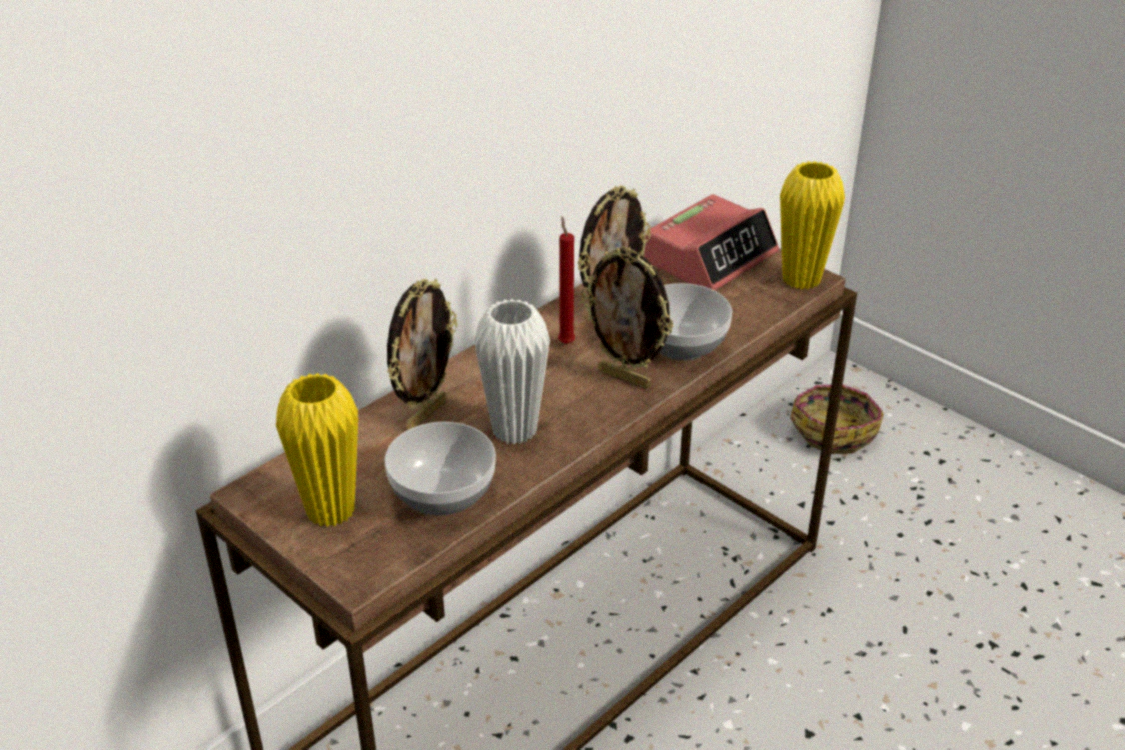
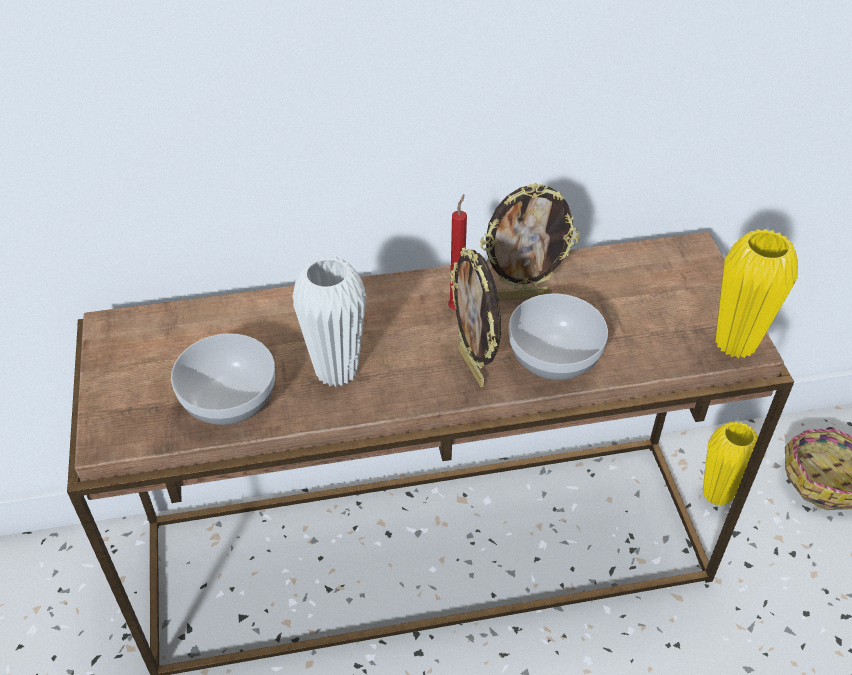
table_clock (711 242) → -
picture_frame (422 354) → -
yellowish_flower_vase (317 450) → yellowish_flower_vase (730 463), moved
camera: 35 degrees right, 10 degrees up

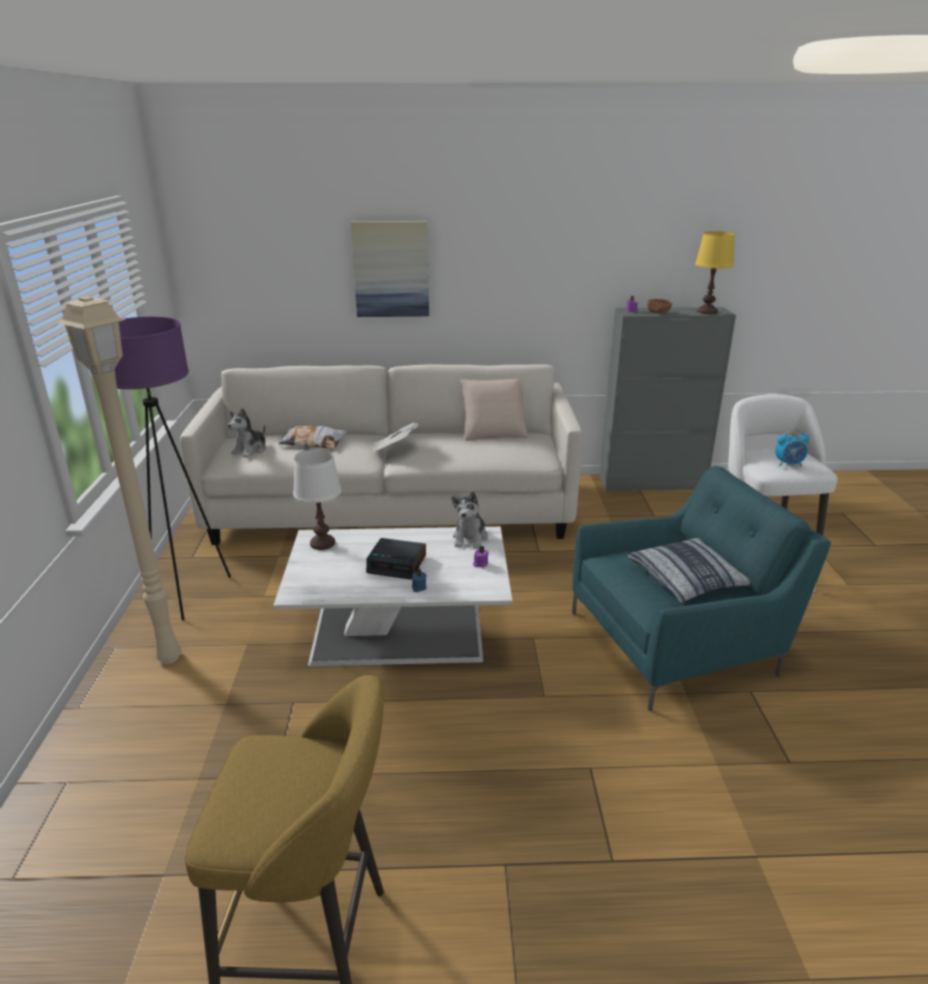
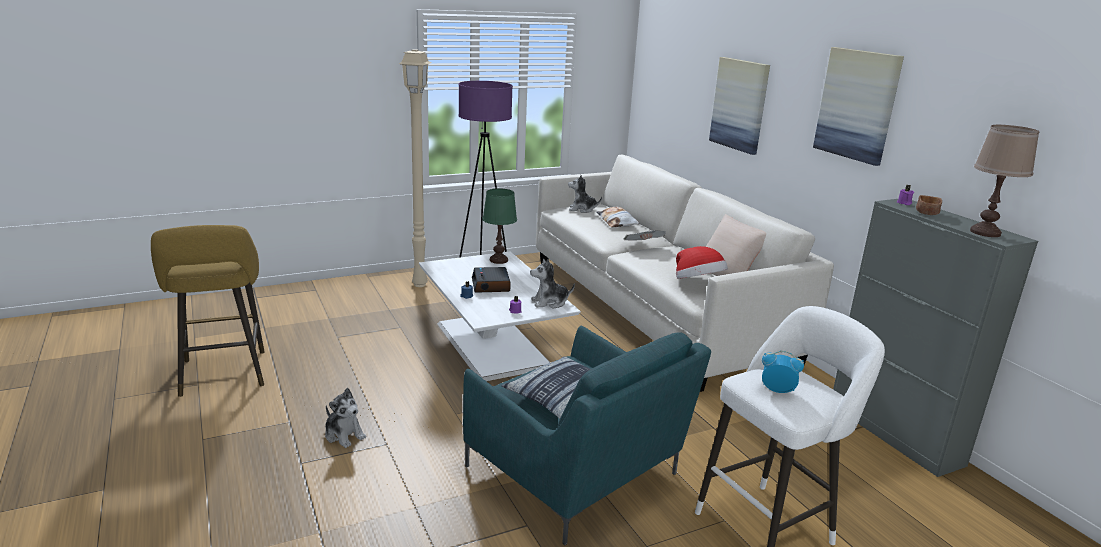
yellowish_tabletop_lamp (715 273) → brown_tabletop_lamp (1004 181)
table_clock (792 448) → table_clock (783 372), 135 degrees clockwise
white_tabletop_lamp (317 499) → green-coloured_tabletop_lamp (499 226)
- → wall_picture (858 106)
- → wearable_hat (702 262)
- → cuddly_toy (345 418)
camera: 65 degrees right, 5 degrees down

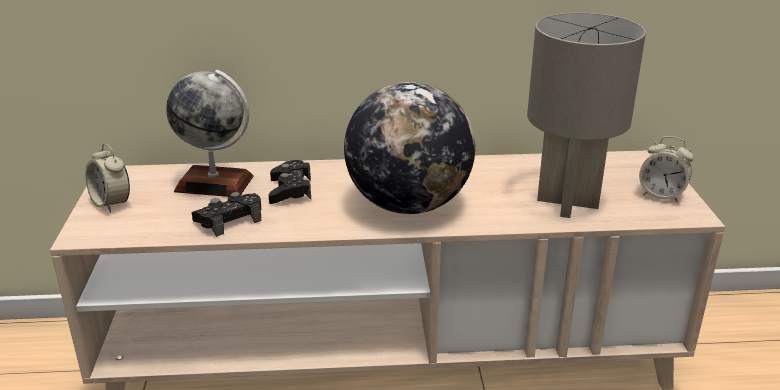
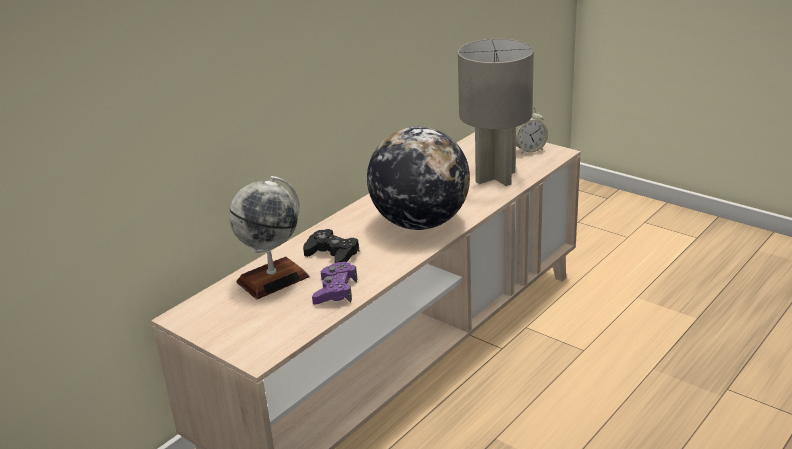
table_clock (107 178) → -
black-coloured_gamepad (226 214) → purple_gamepad (334 283)
camera: 45 degrees left, 0 degrees up

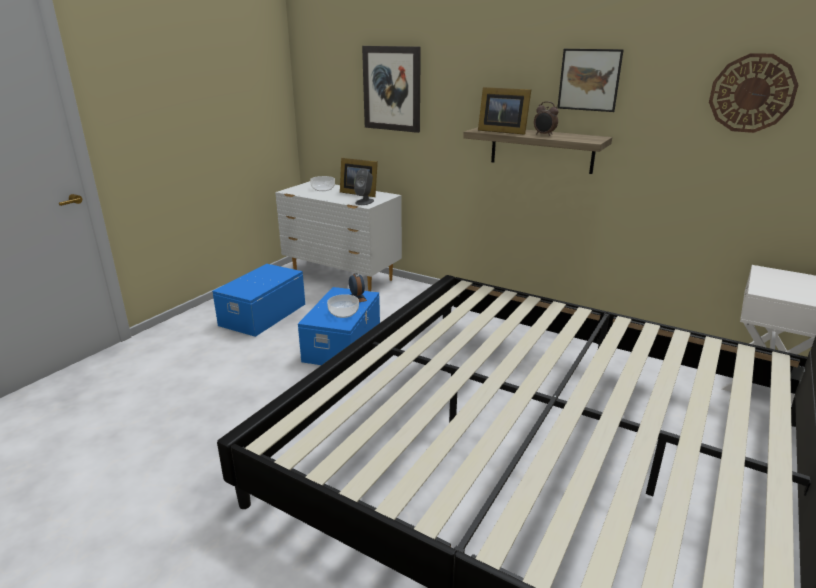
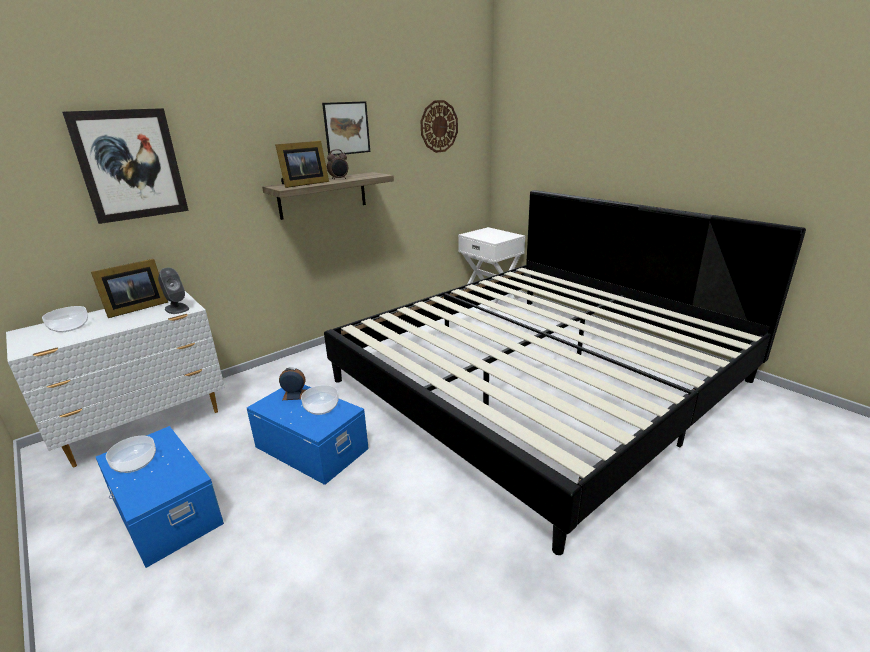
- → deep_dish (131 454)
camera: 70 degrees left, 0 degrees up

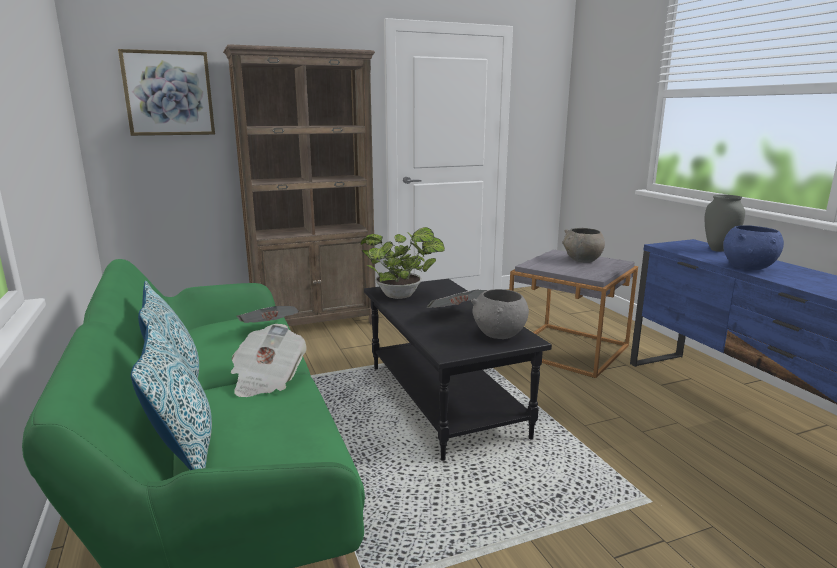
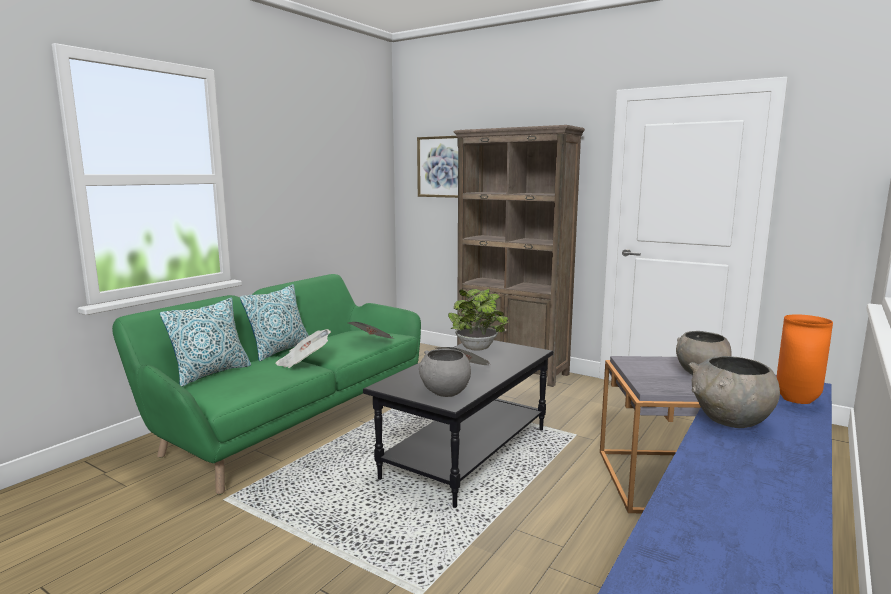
grey_flower_vase (725 223) → orange-coloured_flower_vase (804 359)
blue-coloured_deep_dish (753 247) → grey_deep_dish (734 392)
camera: 55 degrees right, 5 degrees down

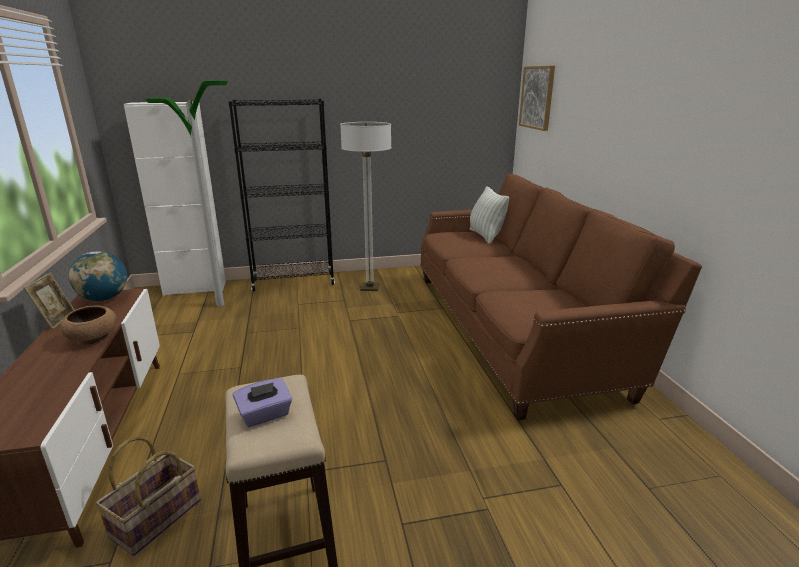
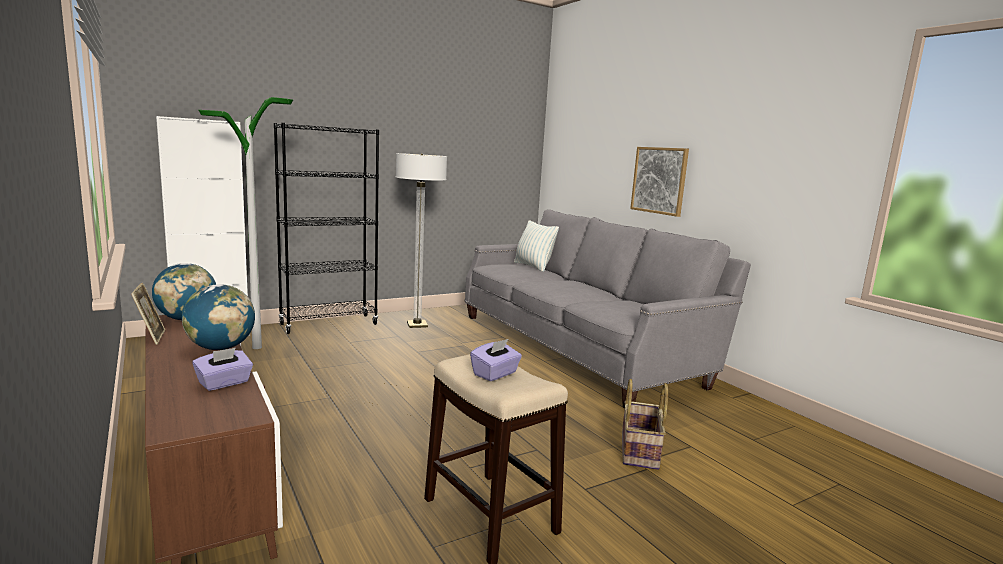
wall_picture (537 98) → wall_picture (659 182), moved
brown_couch (561 297) → grey_couch (608 308)
brown_deep_dish (89 325) → world_globe (218 317)
storage_basket (148 496) → storage_basket (645 424), moved
- → purple_tissue_box (222 369)
camera: 20 degrees left, 10 degrees down

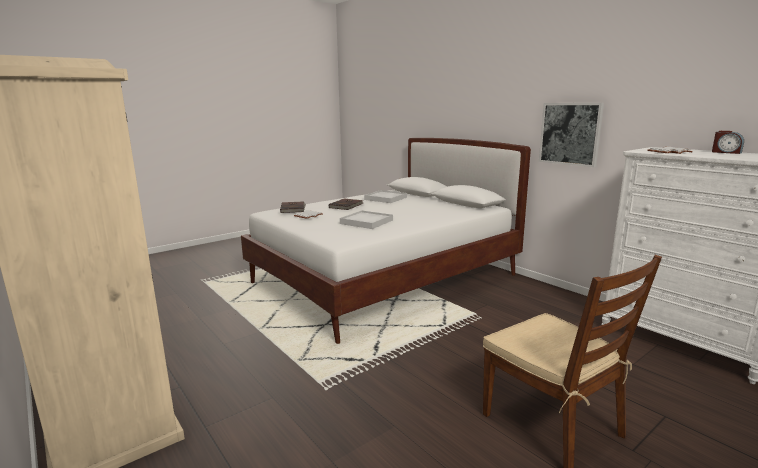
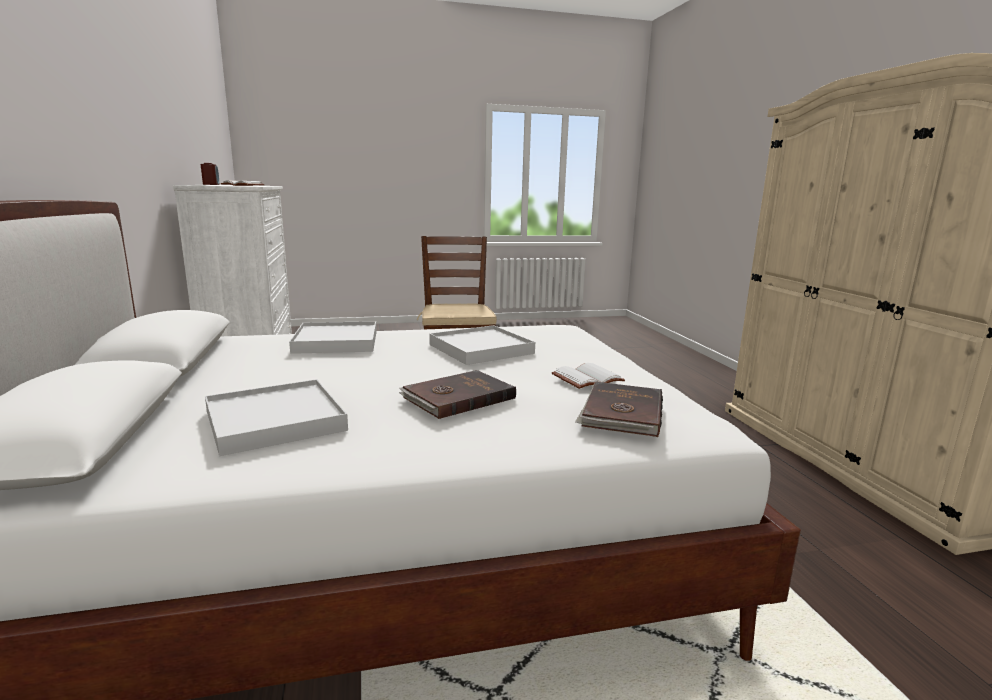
wall_picture (571 135) → -
- → white_serving_tray (333 337)
camera: 155 degrees left, 0 degrees up

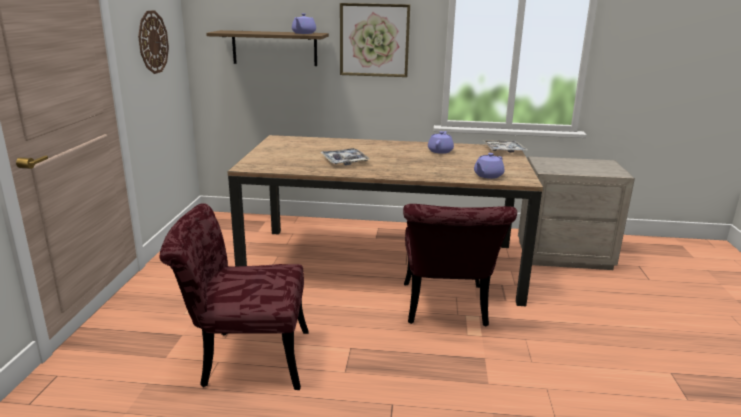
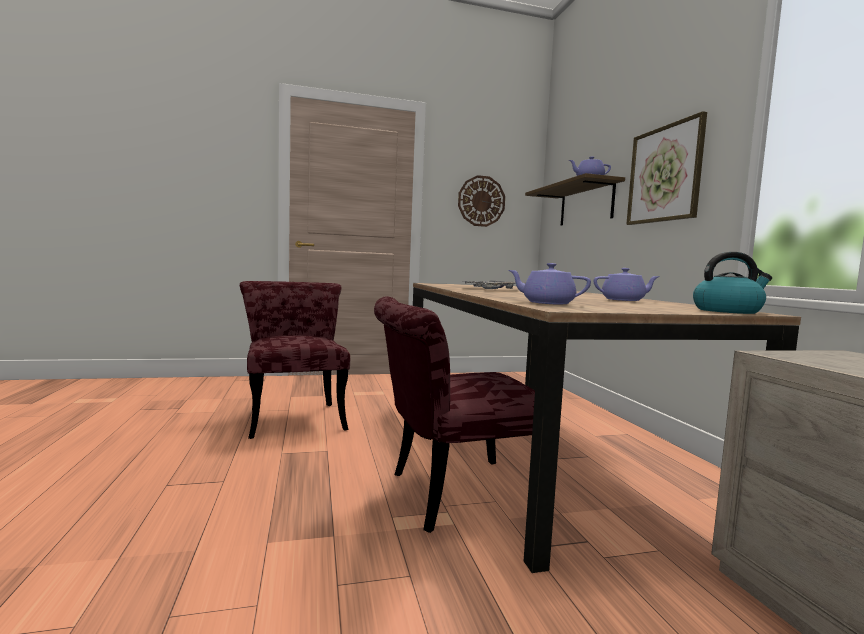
serving_tray (505 146) → tea_kettle (732 283)
camera: 70 degrees right, 15 degrees down

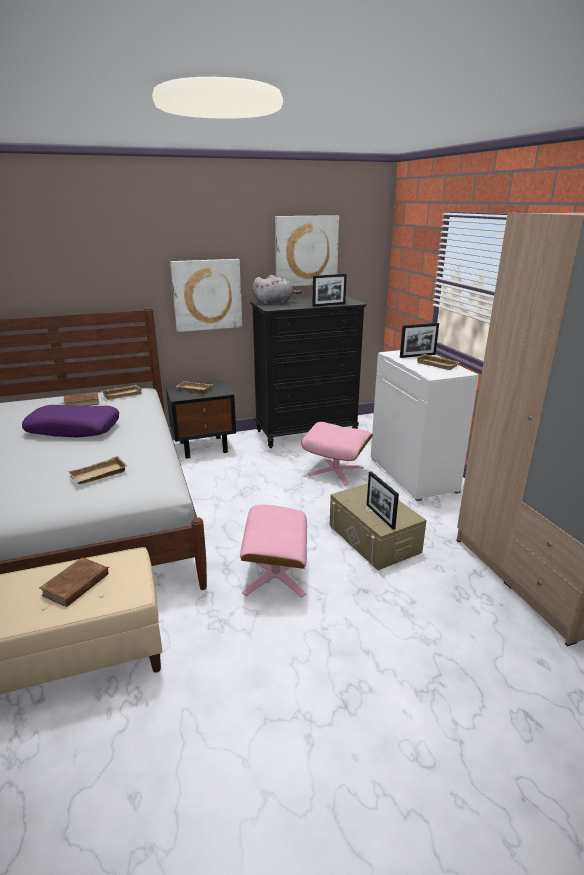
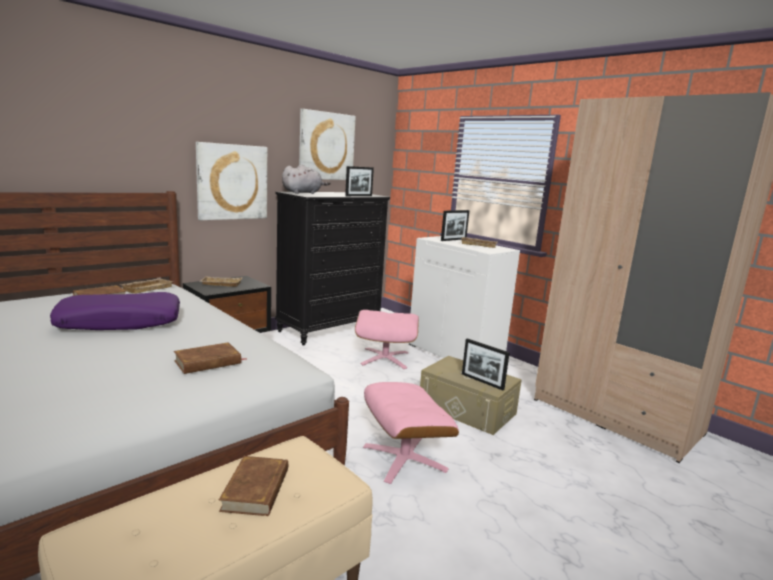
beige_serving_tray (97 470) → brown_volume (210 358)
camera: 25 degrees left, 10 degrees down

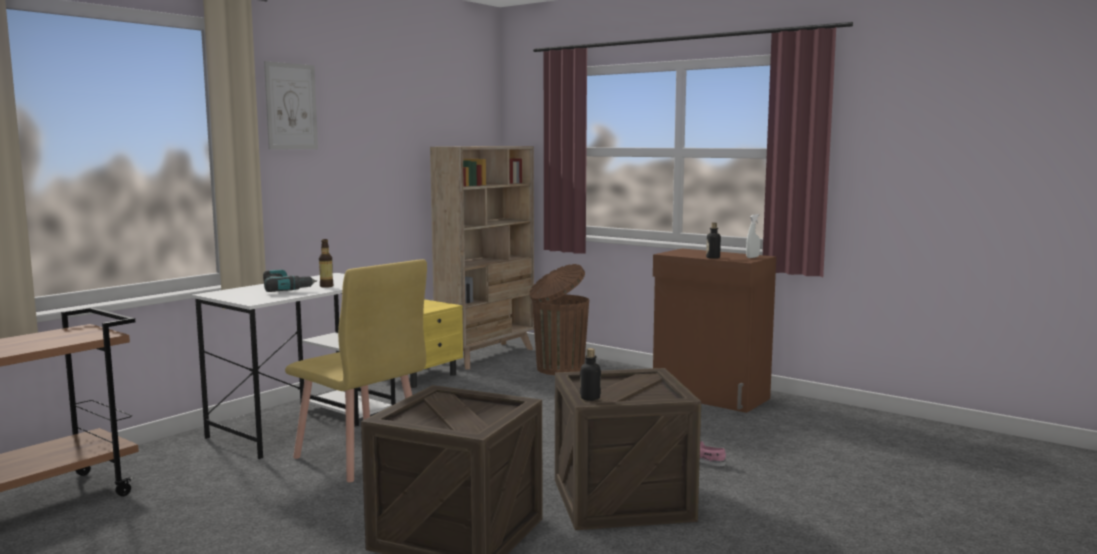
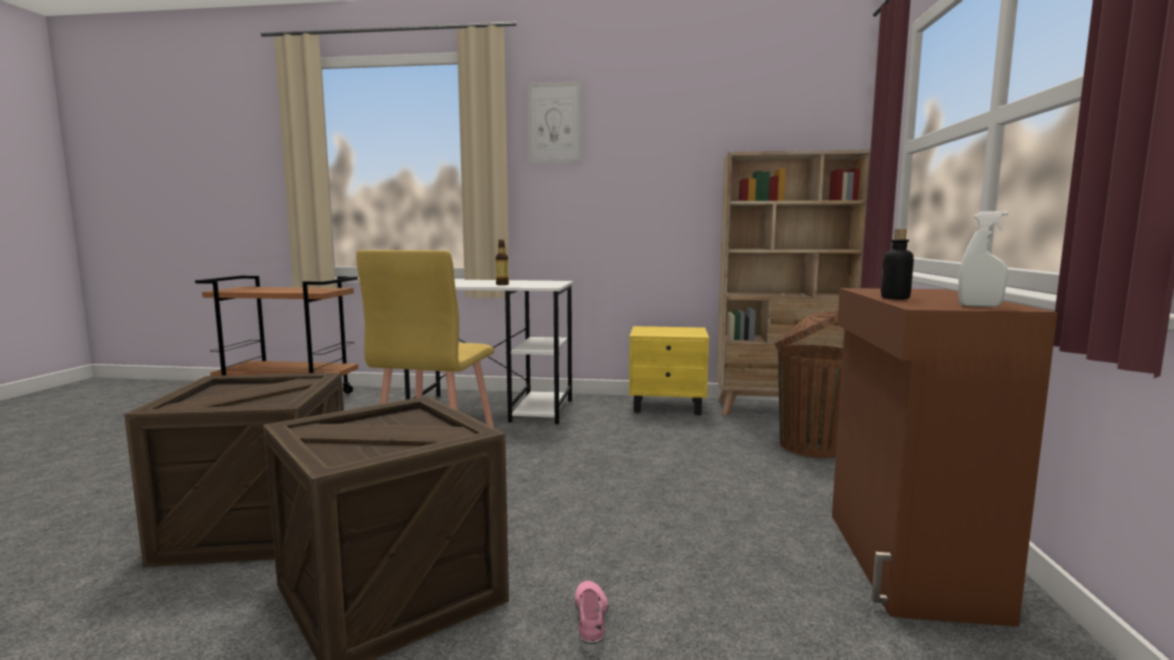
power_drill (290 280) → -
drink_bottle (590 374) → -
camera: 60 degrees right, 0 degrees up

